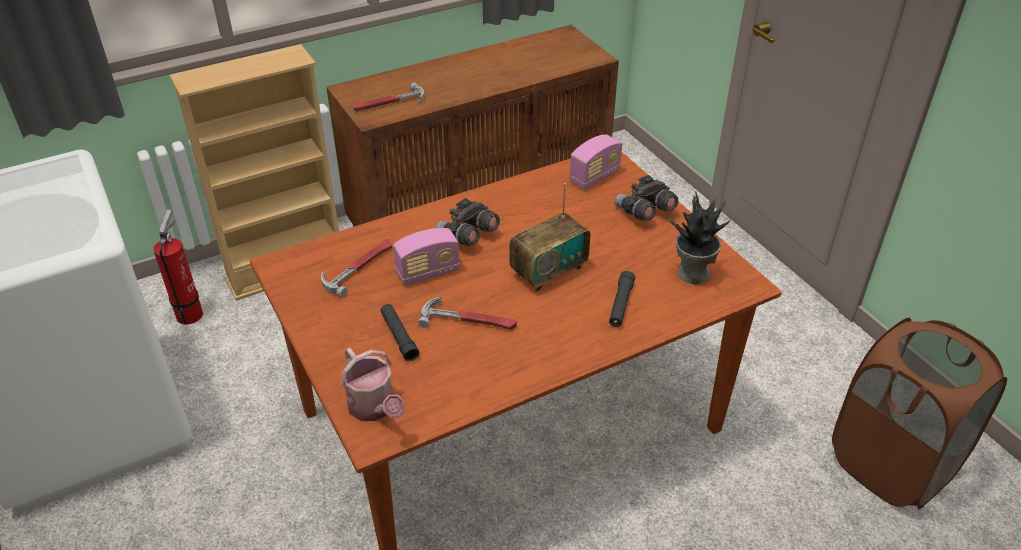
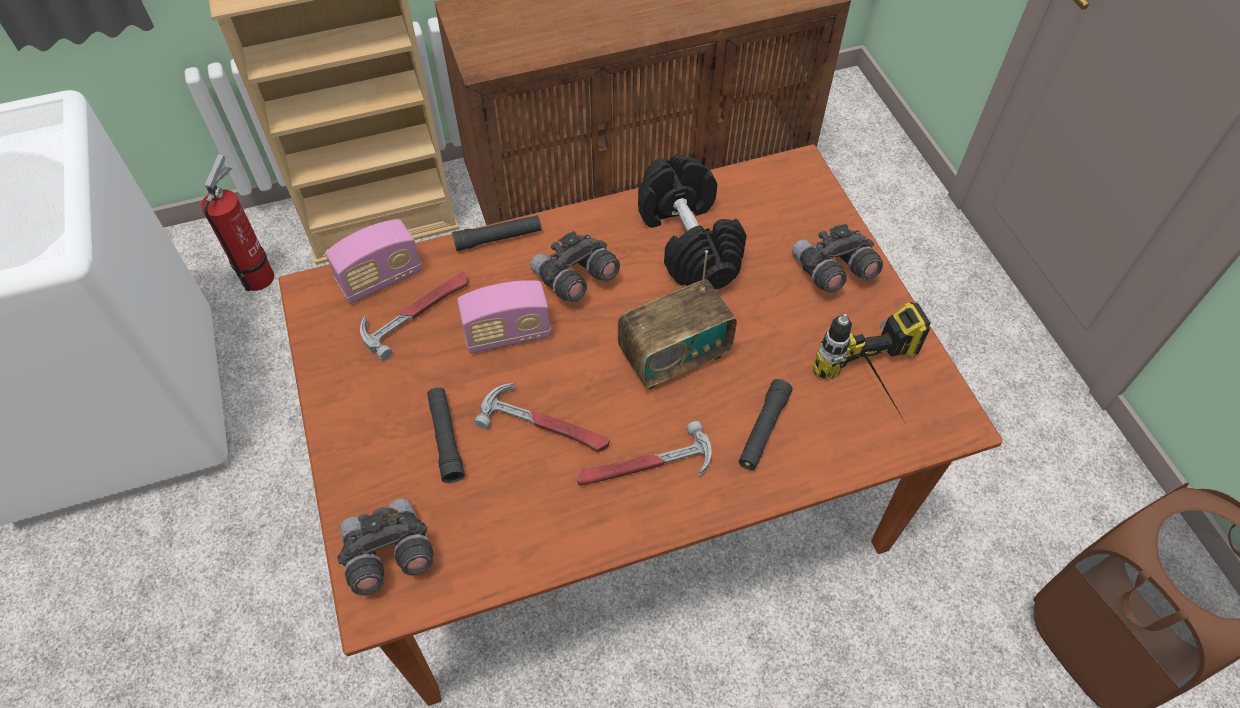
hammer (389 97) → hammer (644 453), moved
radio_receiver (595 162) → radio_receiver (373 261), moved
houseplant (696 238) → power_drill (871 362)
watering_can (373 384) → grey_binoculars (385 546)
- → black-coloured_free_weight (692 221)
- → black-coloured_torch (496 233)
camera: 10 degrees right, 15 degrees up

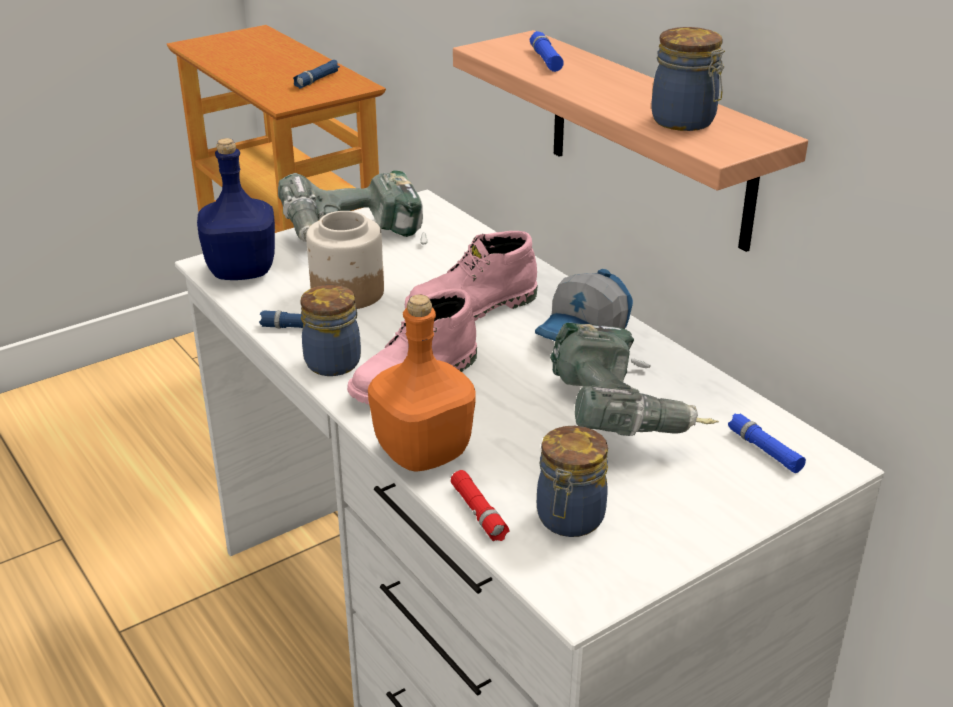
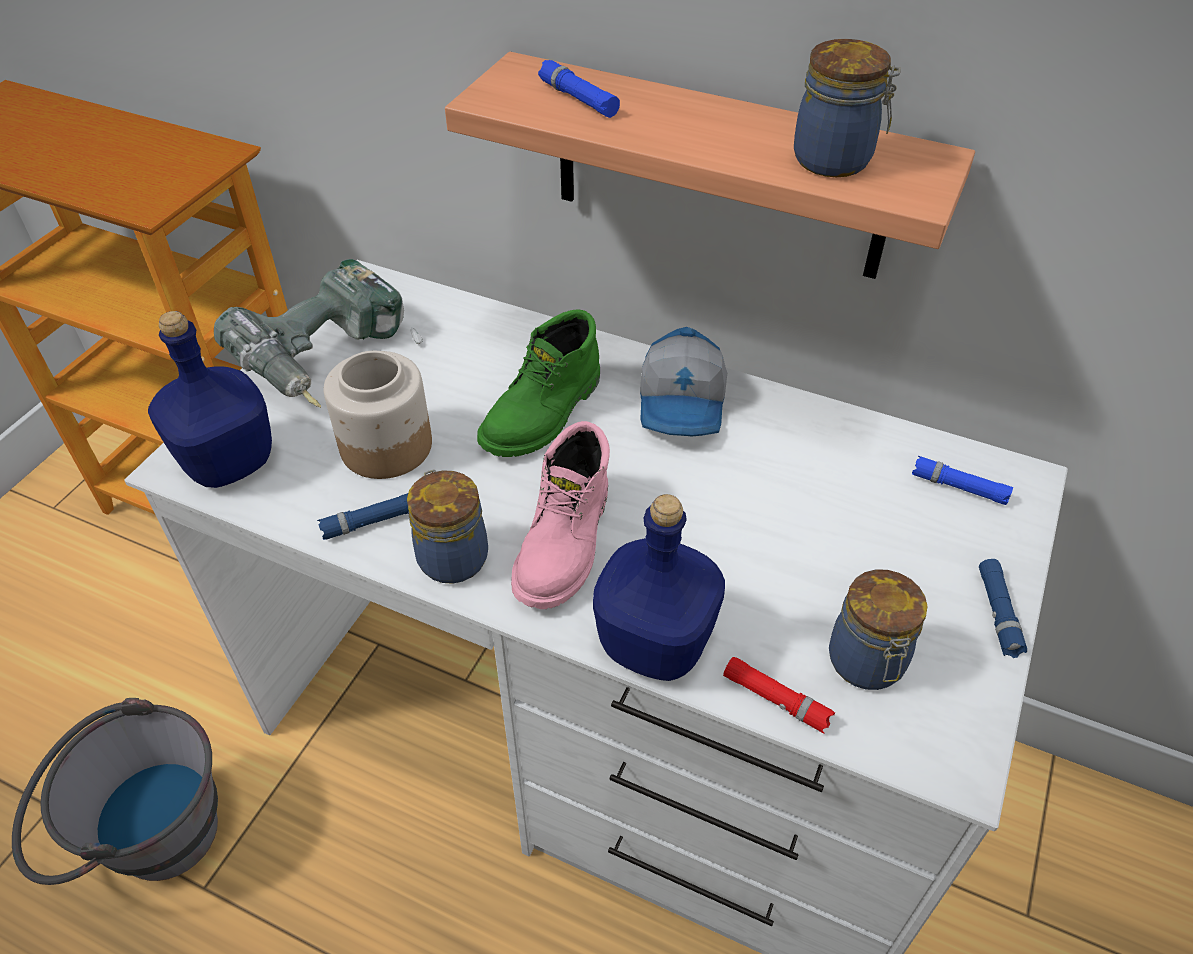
blue-coloured_torch (316 74) → blue-coloured_torch (1003 608), moved
pink_tall_boot (471 276) → green-coloured_tall_boot (538 383)
orange-coloured_drink_bottle (422 382) → blue-coloured_drink_bottle (659 587)
power_drill (634 379) → -
- → grey_water_bucket (115 791)
camera: 30 degrees left, 15 degrees up

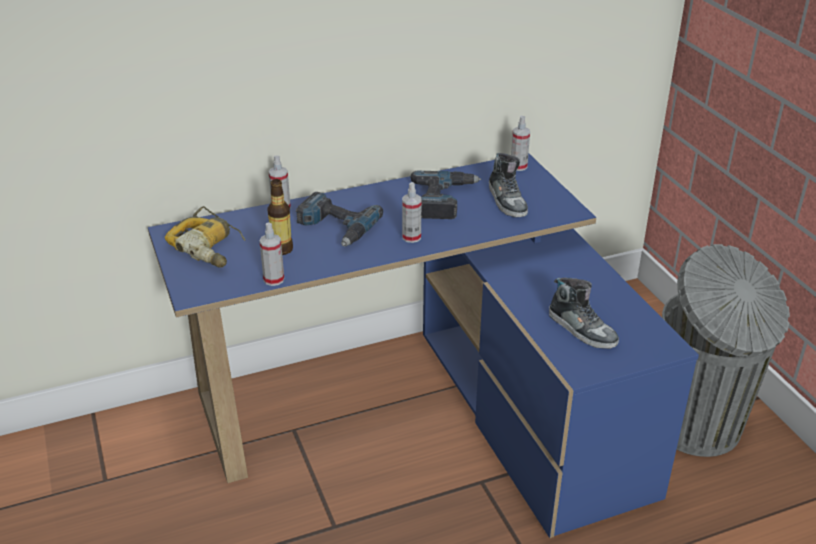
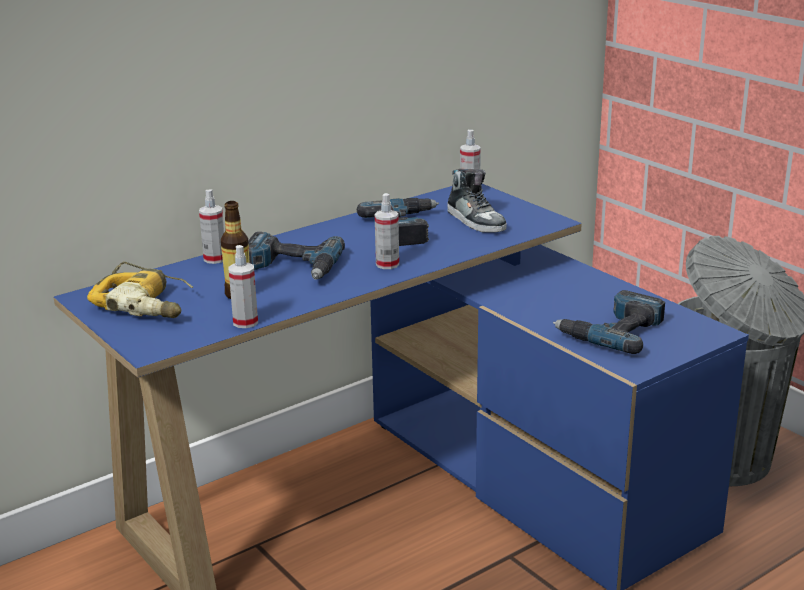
shoe (584 313) → power_drill (609 322)
camera: 15 degrees left, 10 degrees down

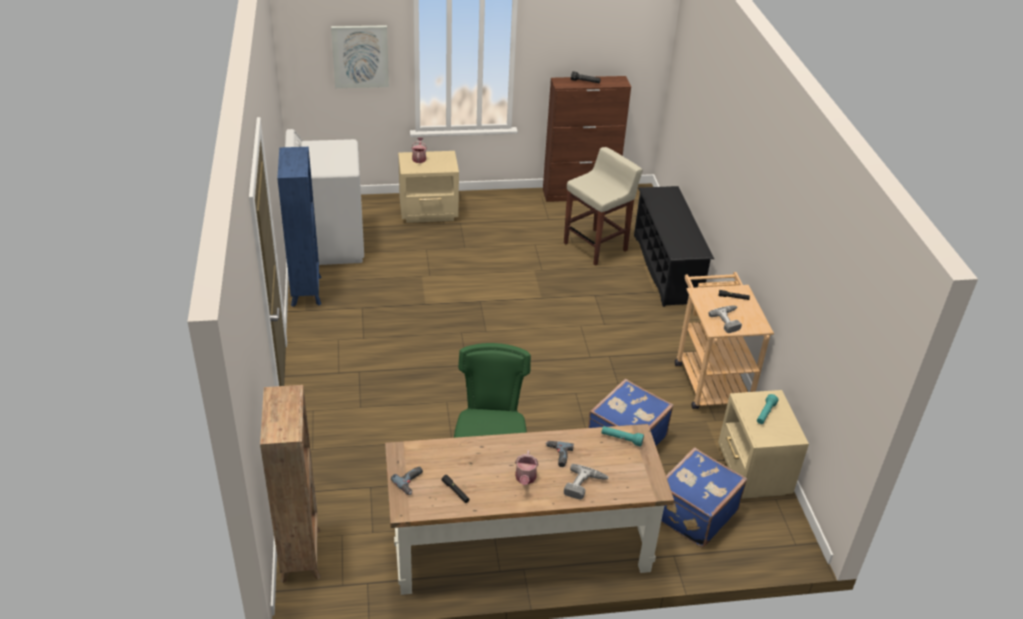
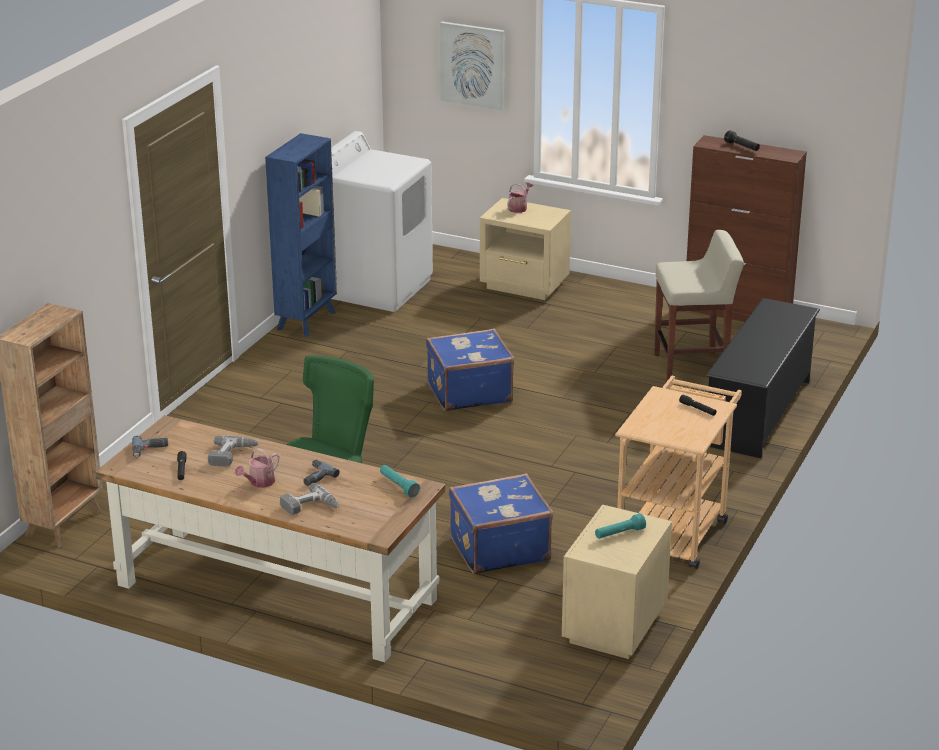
power_drill (725 319) → power_drill (233 451), moved
blue-coloured_suitcase (704 497) → blue-coloured_suitcase (470 370), moved
camera: 35 degrees right, 10 degrees down

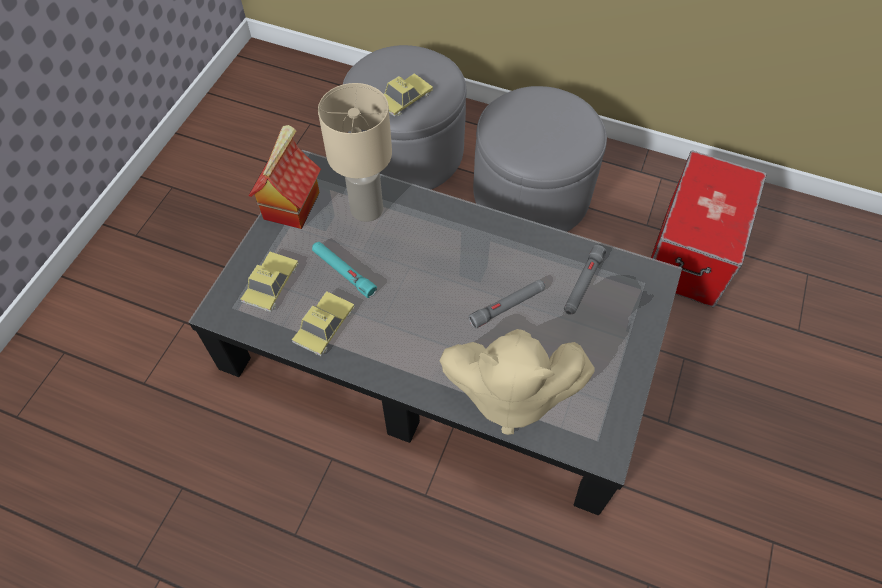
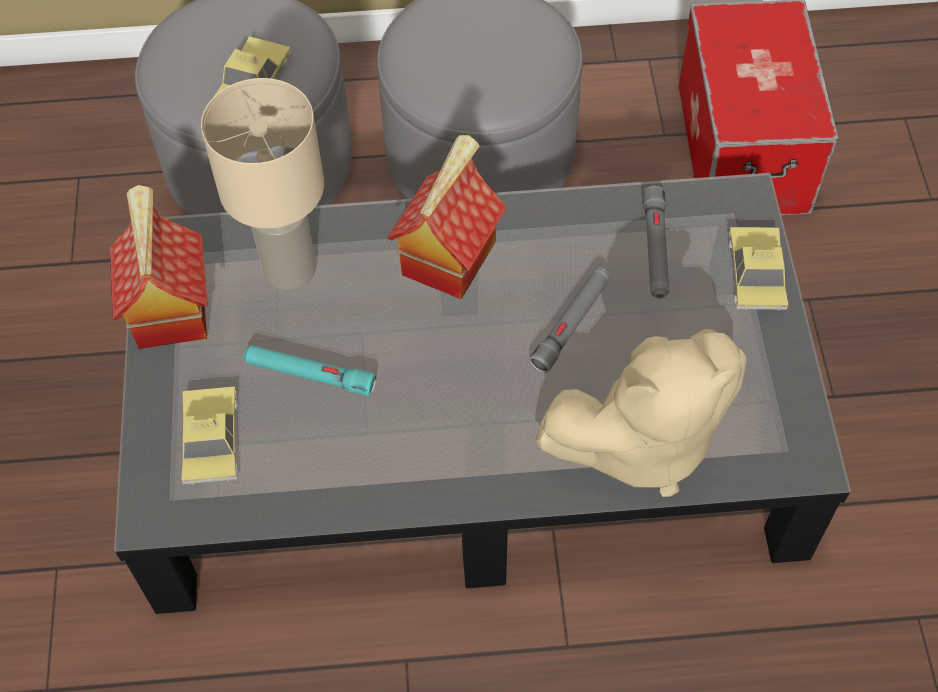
miniature_car (323 323) → miniature_car (758 269), moved
- → model_house (447 217)
camera: 25 degrees left, 0 degrees up

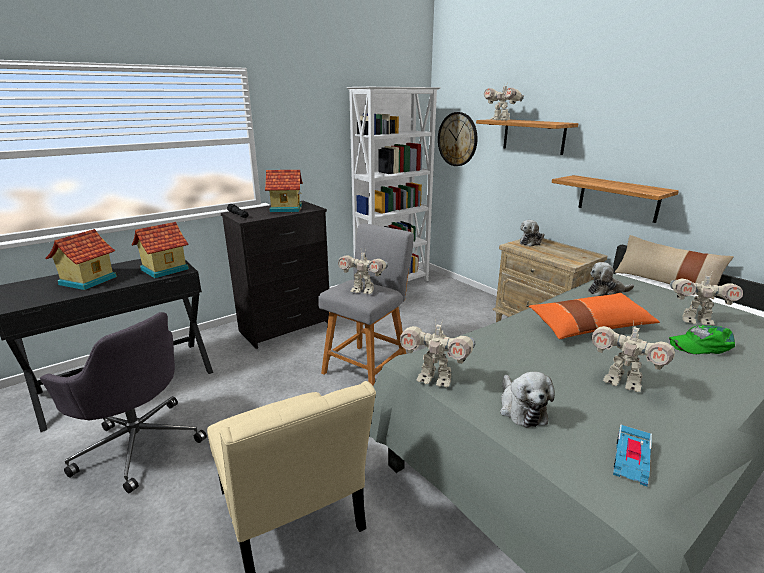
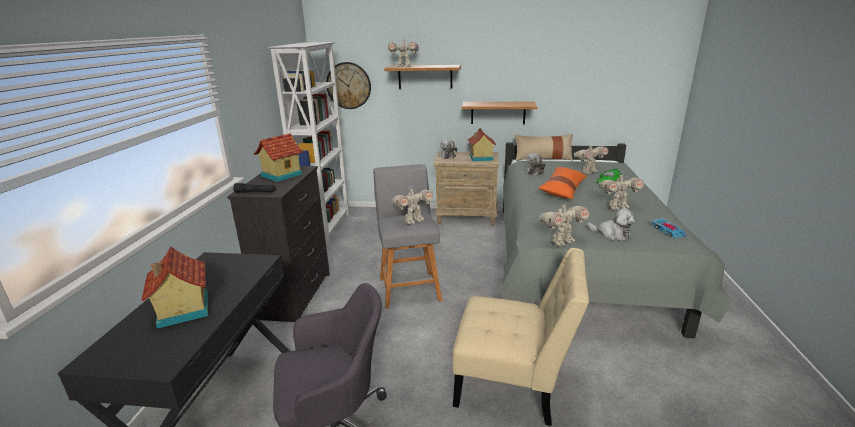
model_house (160 250) → model_house (482 144), moved
camera: 45 degrees left, 0 degrees up

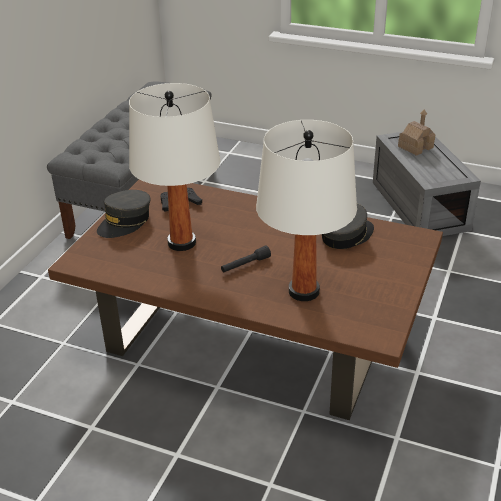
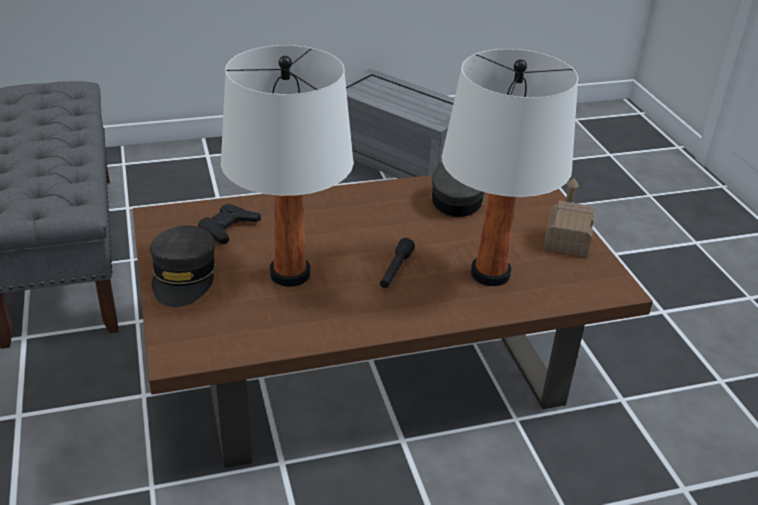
model_house (416 133) → model_house (569 217), moved
camera: 40 degrees left, 0 degrees up

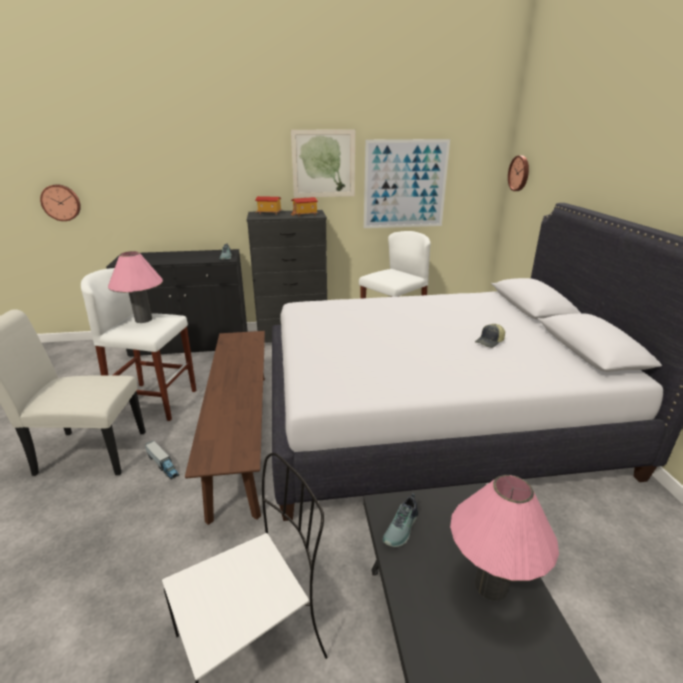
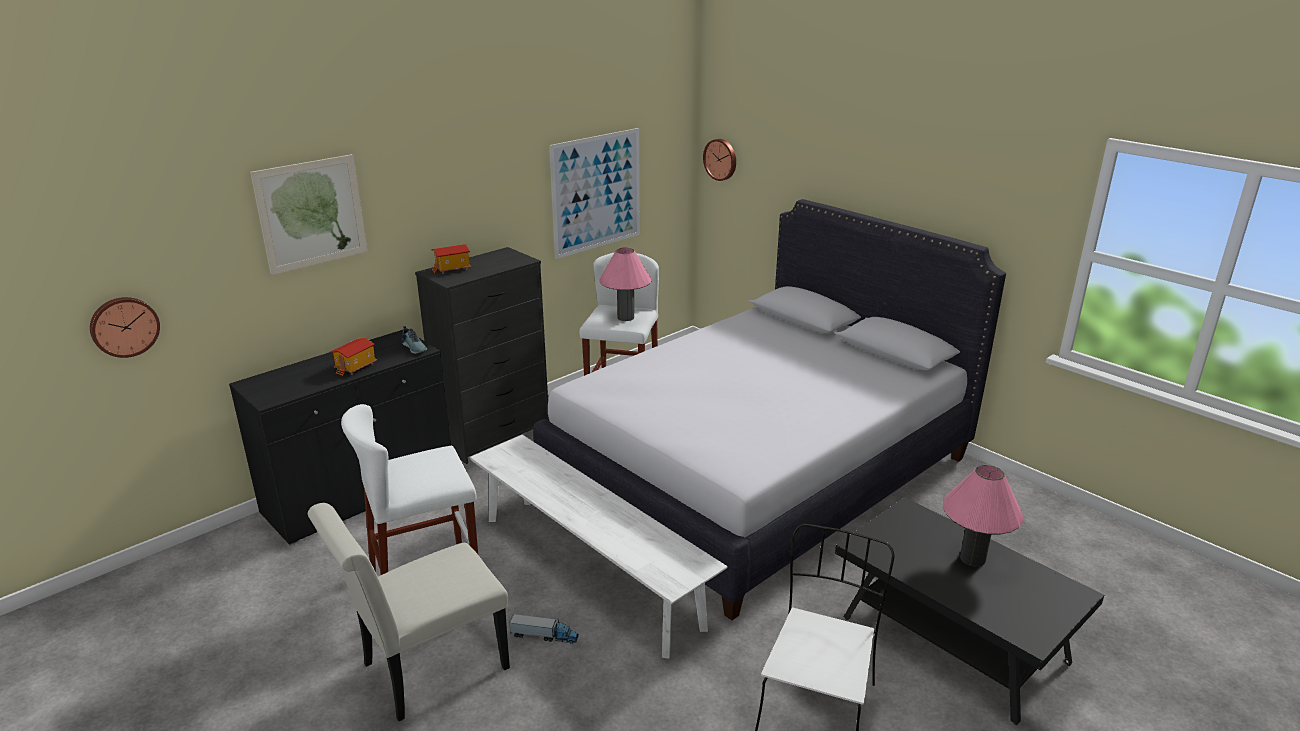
wall_picture (323 163) → wall_picture (308 214), moved
model_house (304 207) → model_house (353 357), moved
pink_tabletop_lamp (135 287) → pink_tabletop_lamp (625 284), moved
baseball_cap (490 336) → -
brown_bench (225 428) → white_bench (599 546)
shoe (400 520) → -
camera: 35 degrees left, 0 degrees up

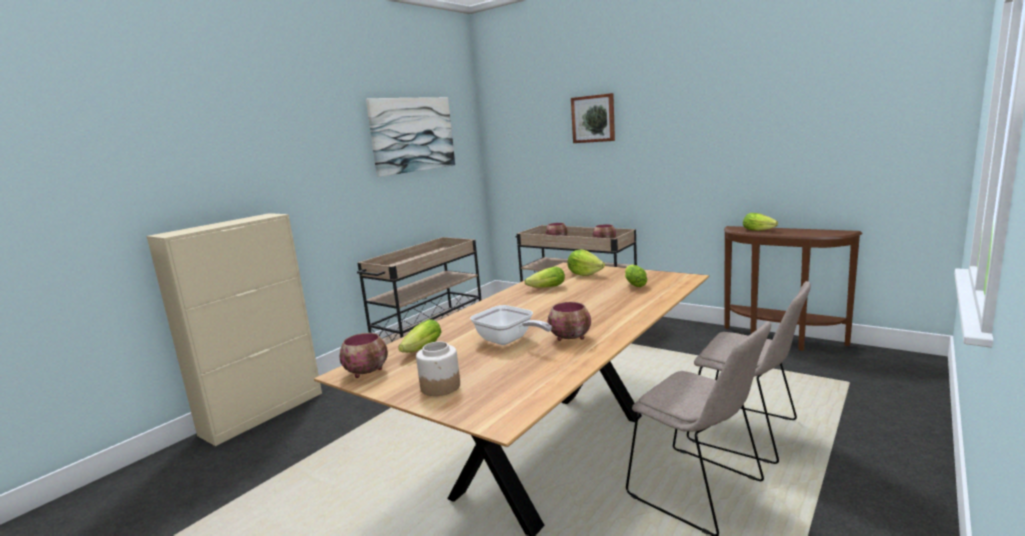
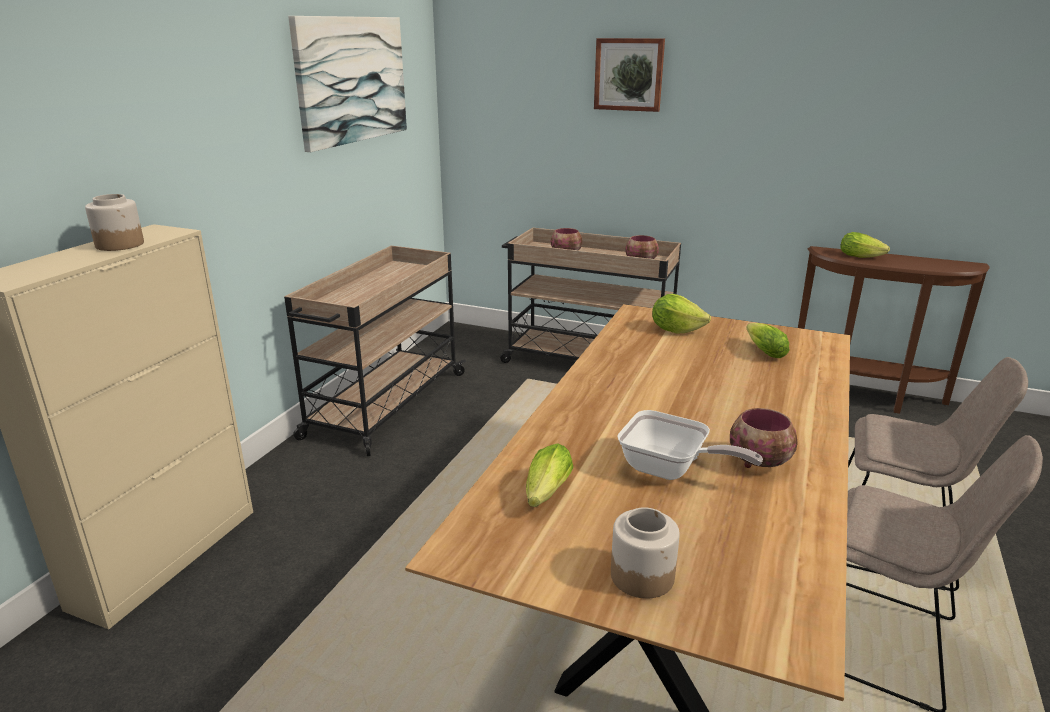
lettuce_head (545 277) → -
deep_dish (363 355) → -
- → preserve_jar (114 222)
camera: 15 degrees left, 10 degrees up

